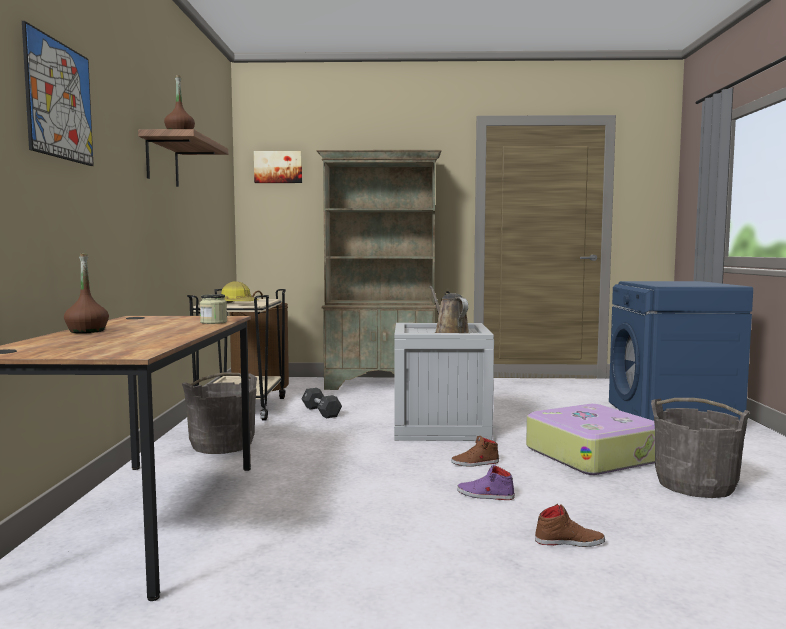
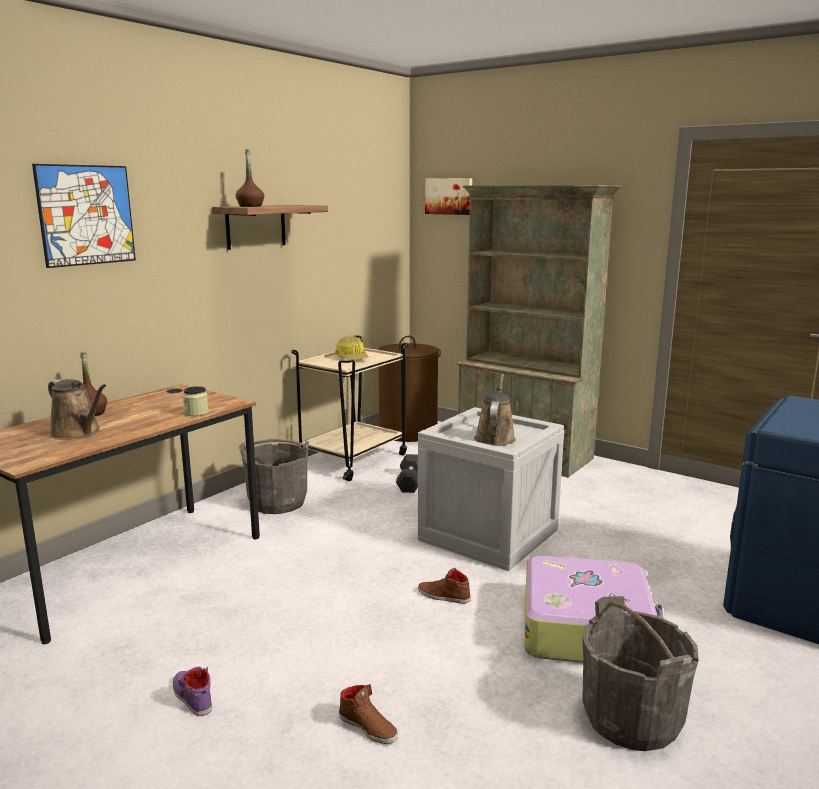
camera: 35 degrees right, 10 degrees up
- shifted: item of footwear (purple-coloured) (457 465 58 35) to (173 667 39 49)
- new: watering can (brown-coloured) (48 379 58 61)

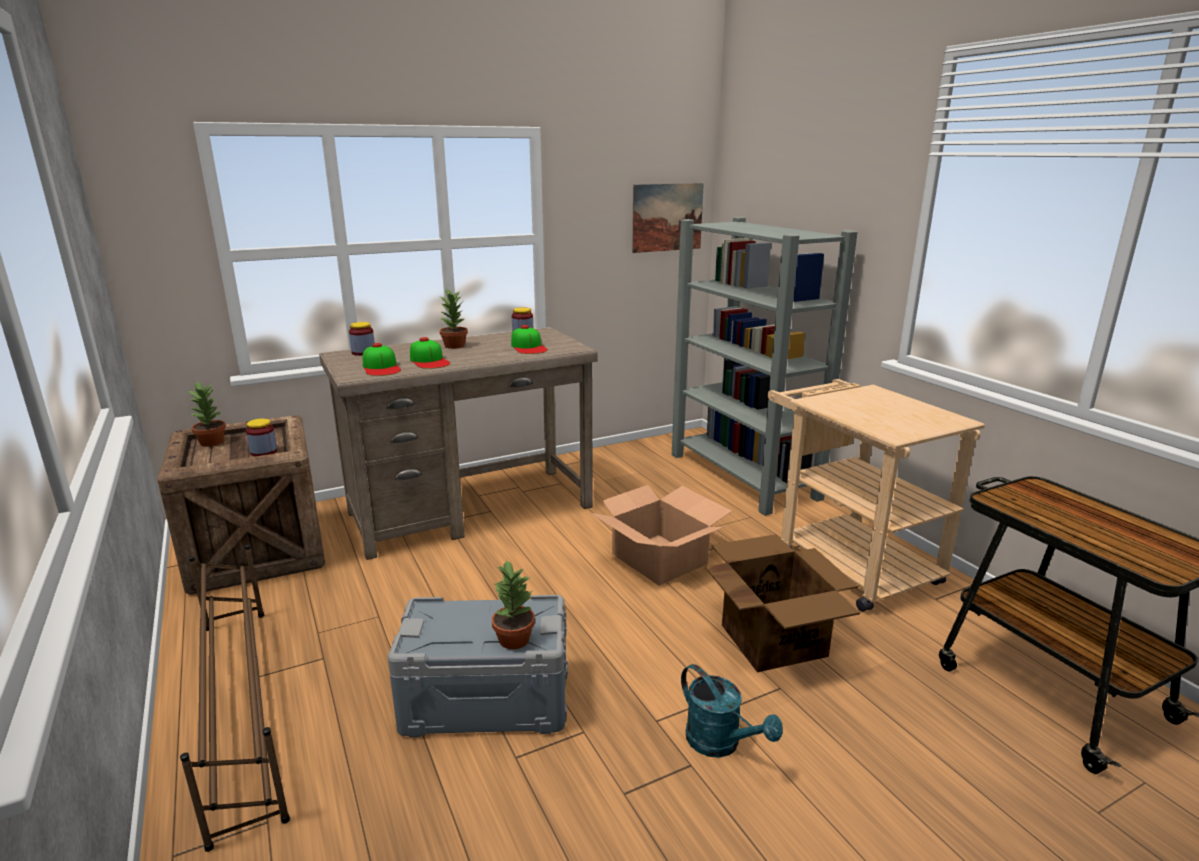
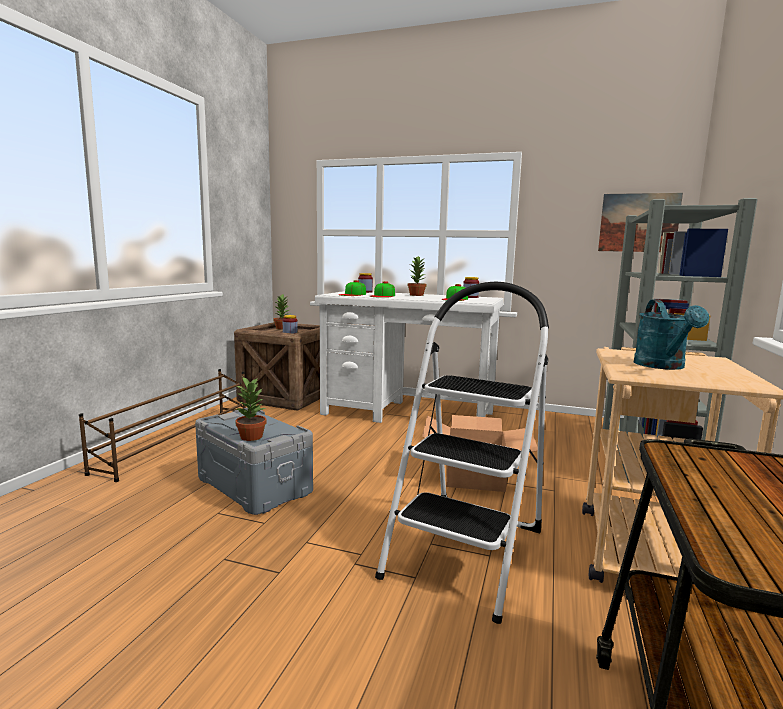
camera: 45 degrees right, 10 degrees down
- repainted: desk (brown-coloured) (319 327 279 233) to desk (white-coloured) (315 291 189 132)
- shifted: watering can (blue-green) (681 664 102 94) to (633 299 77 71)
- swapped: carton (705 534 155 138) to step stool (375 282 174 342)

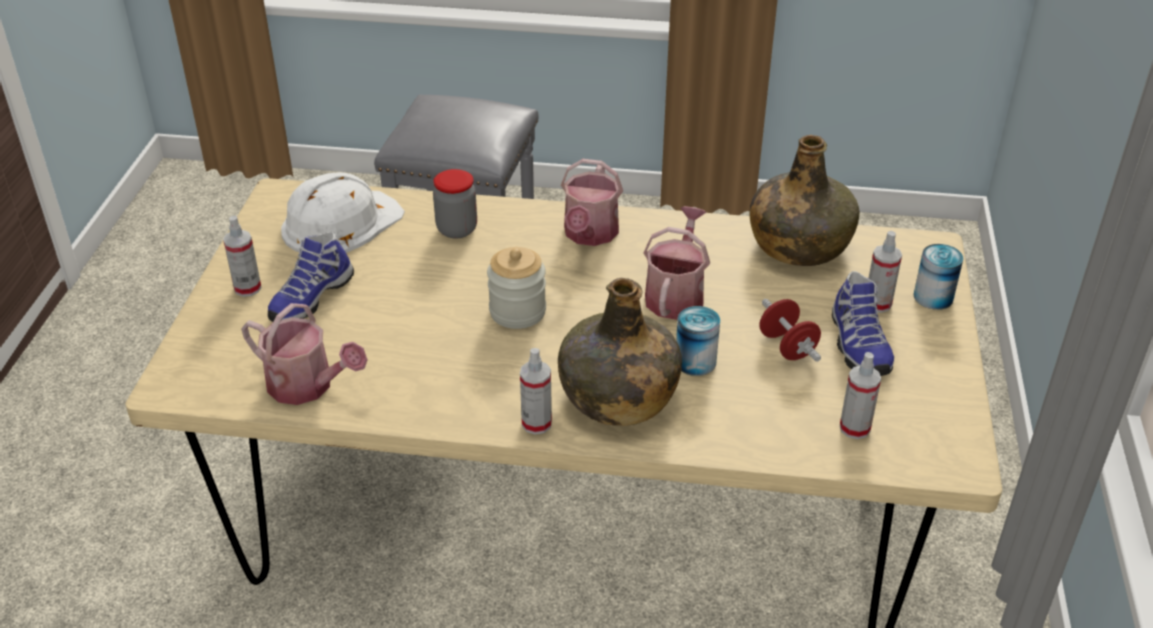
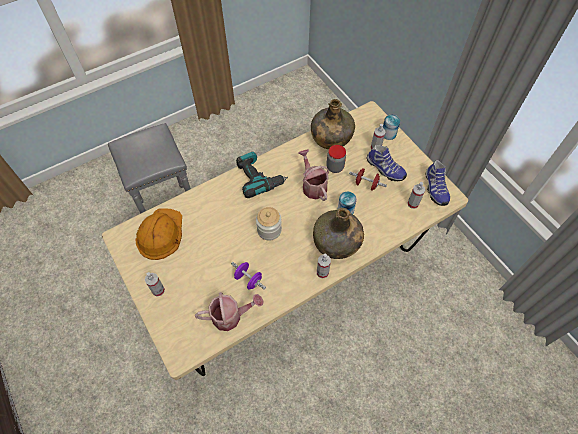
camera: 40 degrees left, 20 degrees up
- shifted: item of footwear (268 232 86 90) to (426 160 24 46)
- repainted: hard hat (white-coloured) (281 172 124 81) to hard hat (orangey) (135 208 47 52)
- shifted: jar (433 169 44 70) to (326 145 20 28)
- swapped: watering can (561 159 62 87) to electric drill (236 152 52 46)
- new: hand weight (purple-coloured) (231 262 35 28)

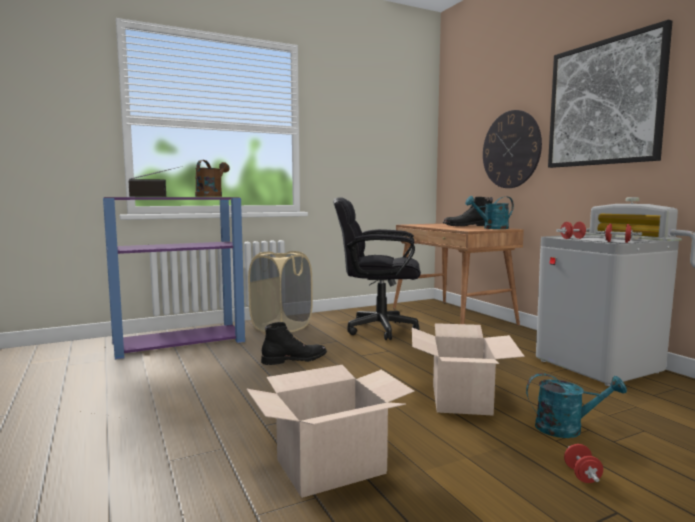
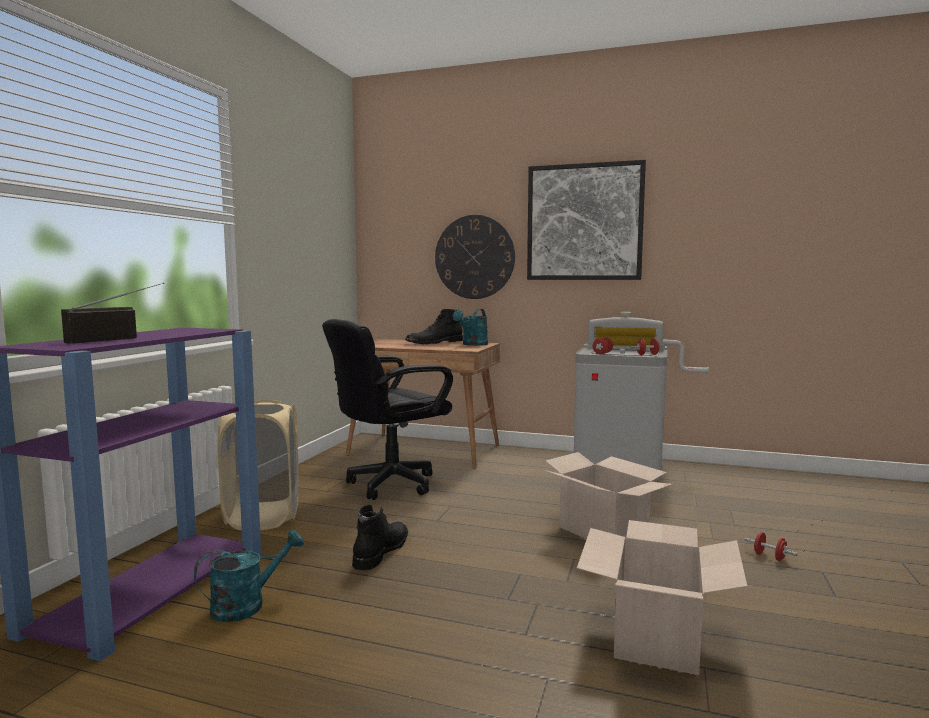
camera: 45 degrees left, 0 degrees up
- gone: watering can (brown-coloured) (195 160 35 37)
- shifted: watering can (blue-green) (526 373 101 65) to (194 530 110 92)

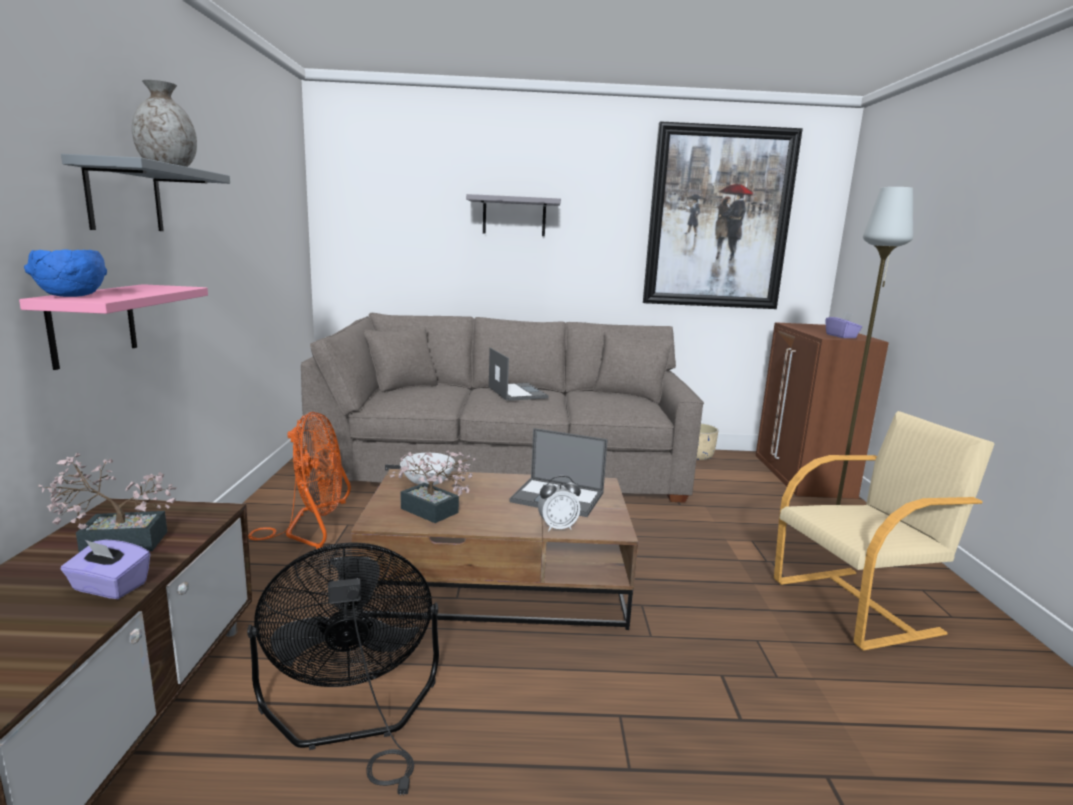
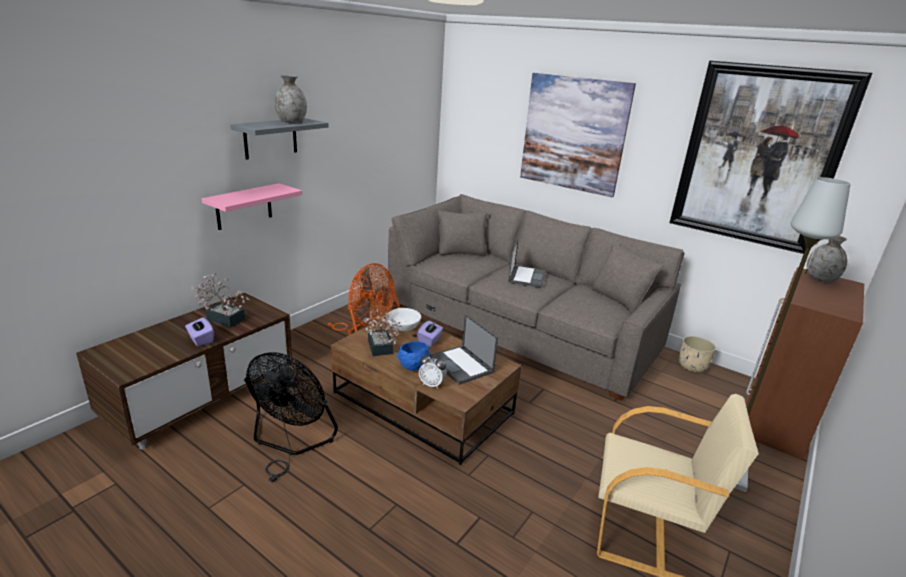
camera: 35 degrees right, 10 degrees up
- shifted: serving bowl (blue) (24 250 83 47) to (397 341 33 30)
- swapped: shelf (grey) (466 194 95 42) to wall picture (520 73 116 124)
- shifted: tissue box (purple-coloured) (825 312 37 26) to (417 321 26 26)
- new: flower vase (grey) (807 236 40 46)

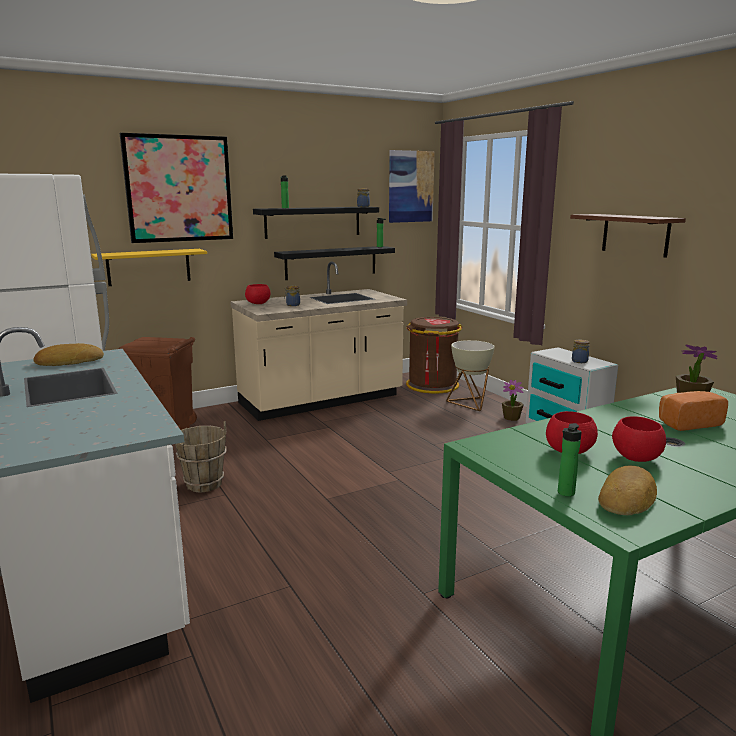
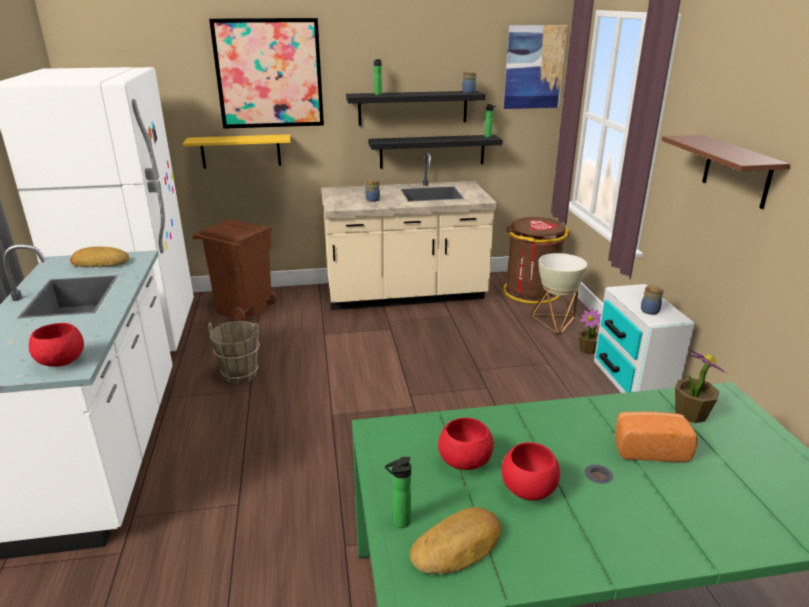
camera: 20 degrees right, 10 degrees up
- shifted: serving bowl (red) (245 284 26 20) to (29 323 55 44)

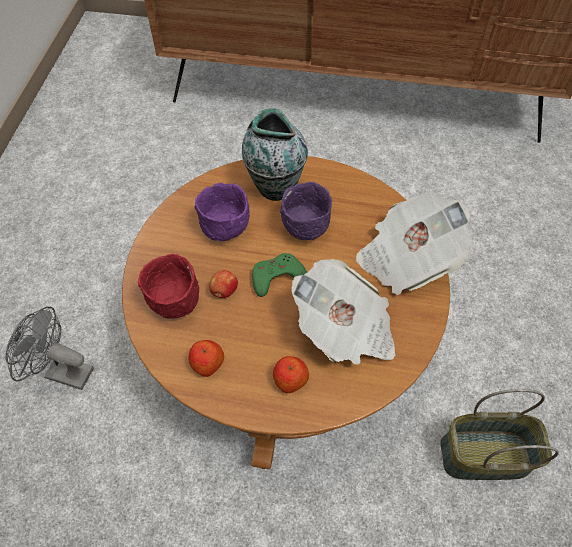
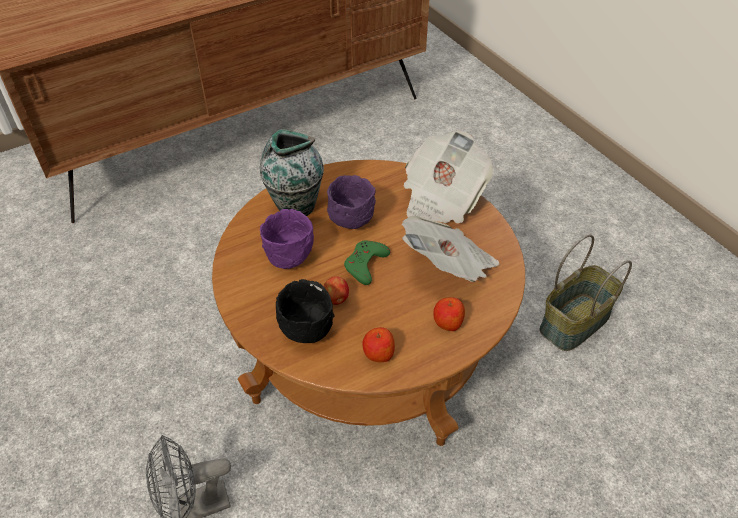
camera: 40 degrees left, 10 degrees down
- repainted: serving bowl (red) (138 254 61 65) to serving bowl (blackish) (276 279 59 64)

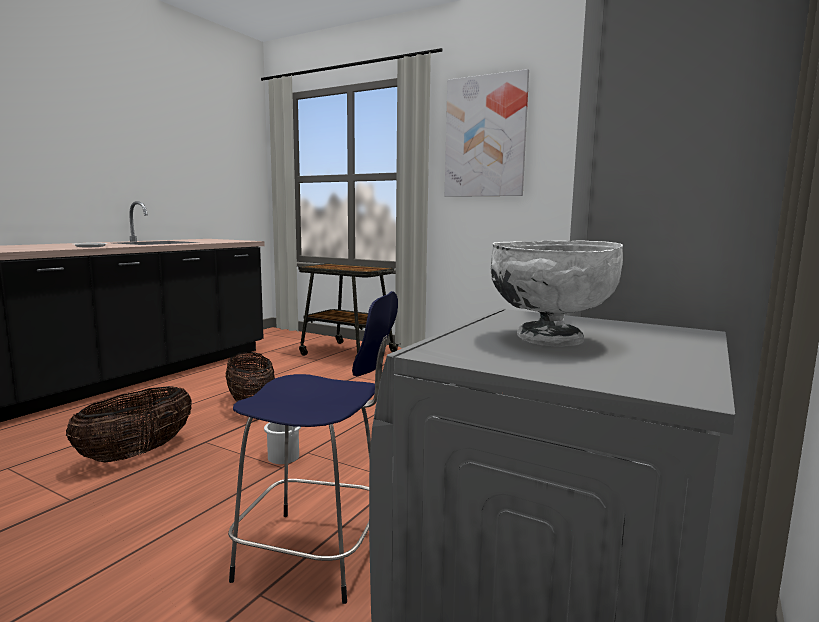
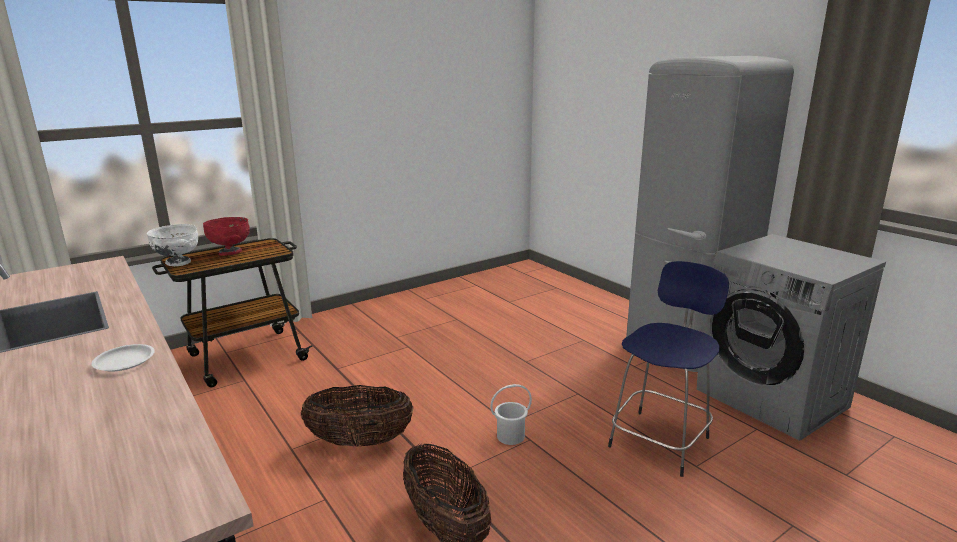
camera: 65 degrees left, 10 degrees up
- gone: wall picture (445 69 84 128)
- shifted: serving bowl (white-coloured) (490 240 133 107) to (147 224 51 42)
- new: serving bowl (red) (203 217 47 39)

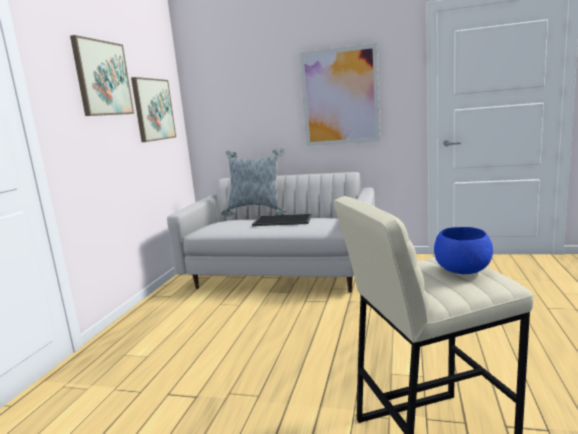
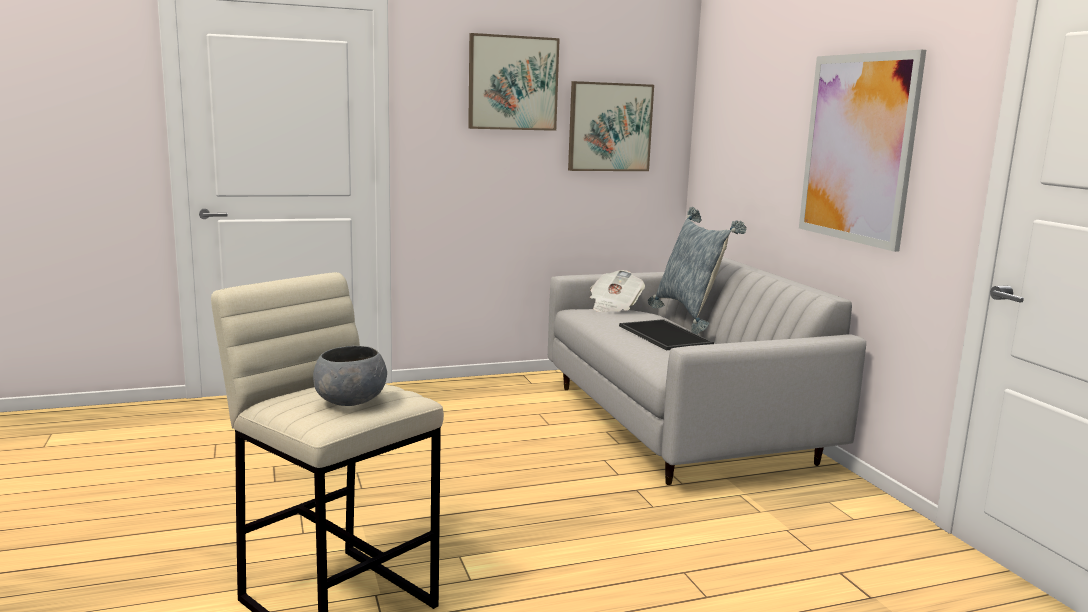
camera: 55 degrees right, 0 degrees up
- repainted: serving bowl (blue) (434 227 59 47) to serving bowl (grey) (313 346 74 60)
- new: daily paper (590 270 55 42)

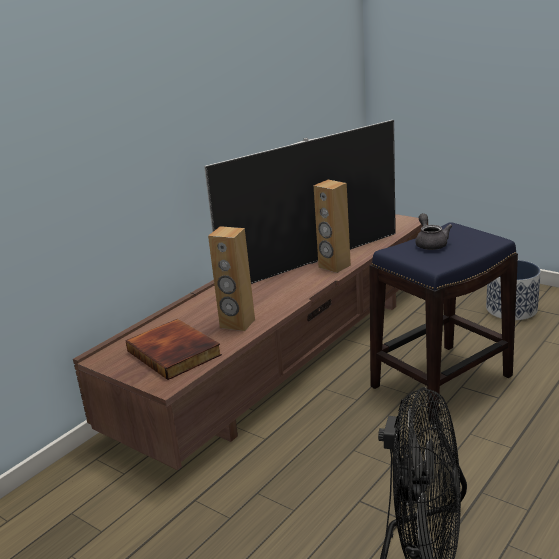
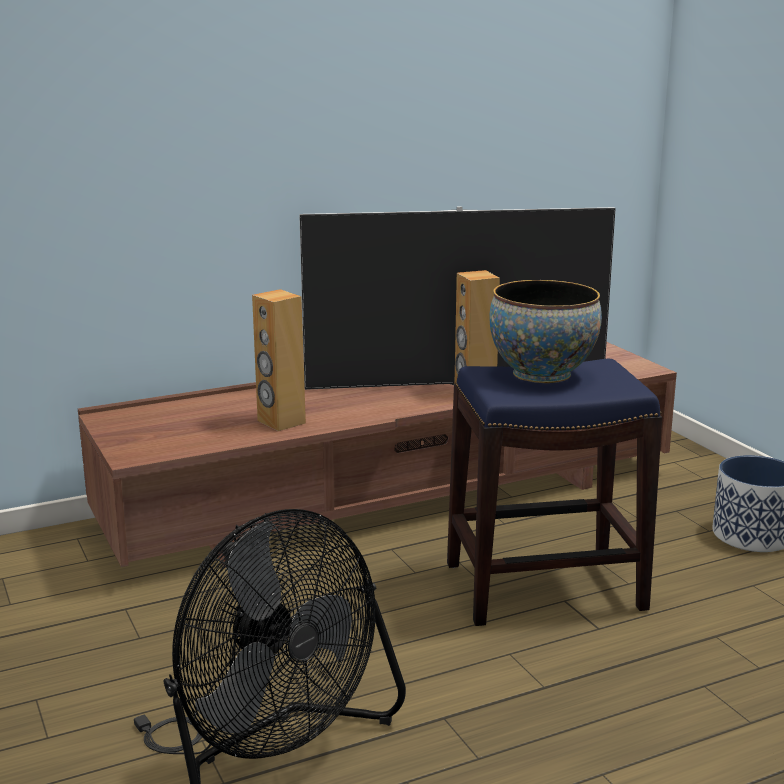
camera: 25 degrees right, 5 degrees down
- gone: bound book (126 319 96 61)
- swapped: tea pot (grey) (415 213 37 37) to serving bowl (489 280 113 103)

